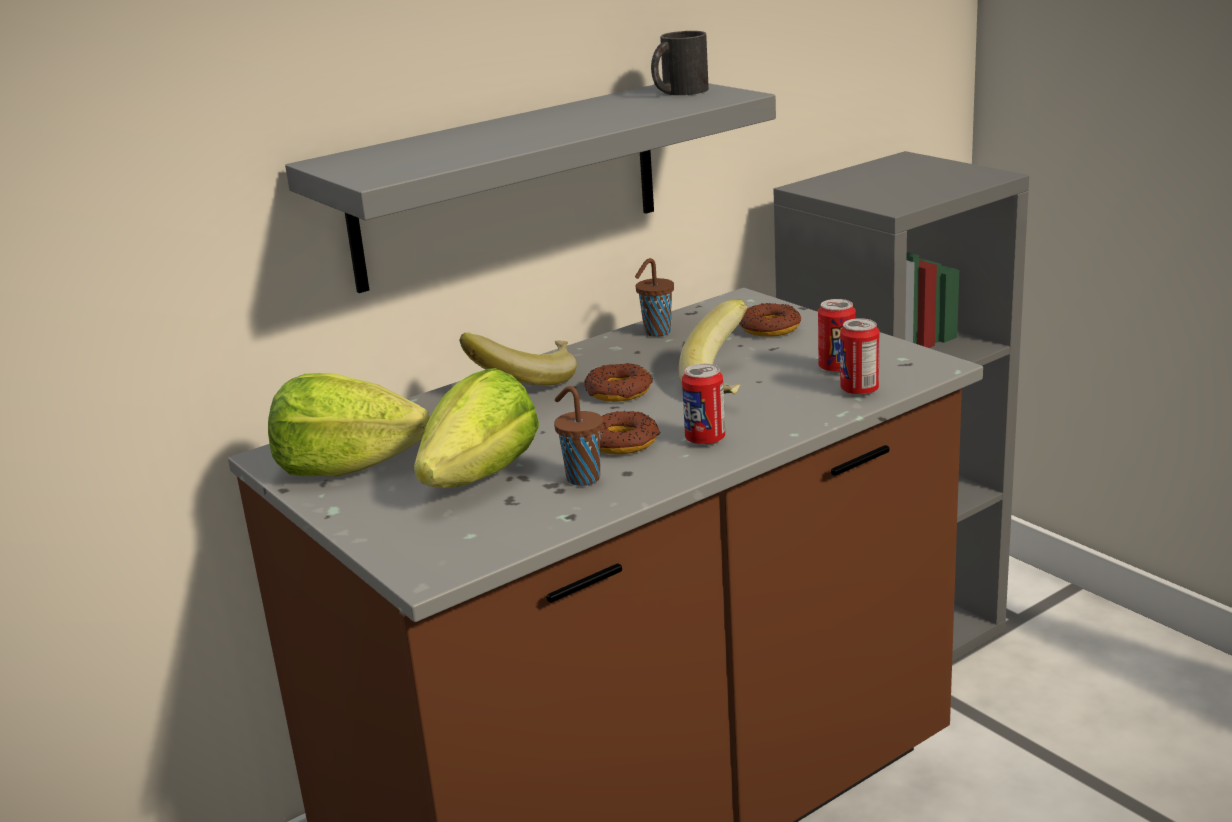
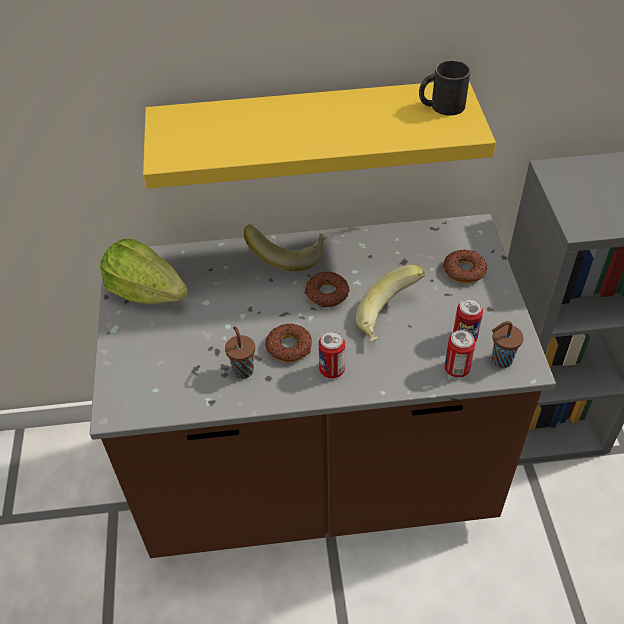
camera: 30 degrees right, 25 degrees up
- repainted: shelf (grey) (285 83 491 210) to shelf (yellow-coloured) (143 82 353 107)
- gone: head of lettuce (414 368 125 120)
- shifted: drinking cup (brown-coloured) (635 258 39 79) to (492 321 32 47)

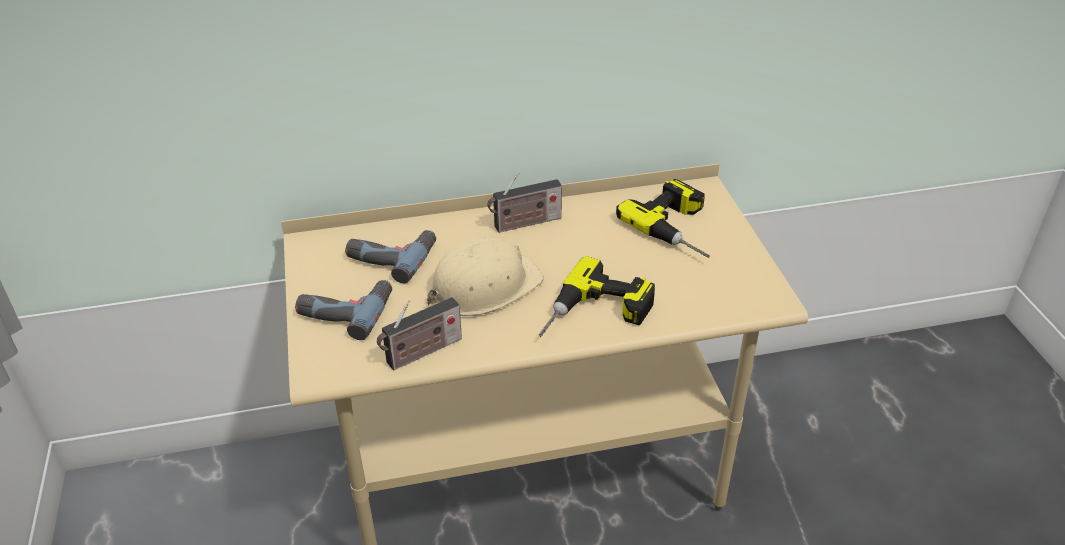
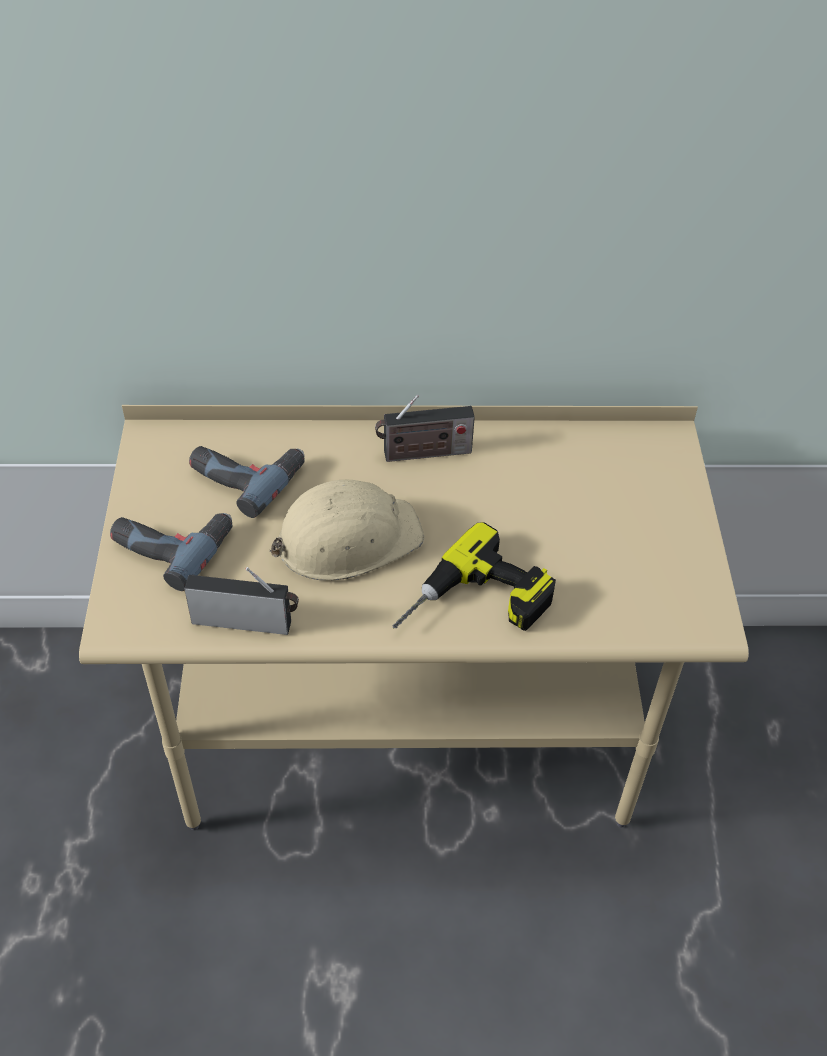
camera: 10 degrees right, 10 degrees up
- rotated: radio (377 297 85 73) = (184 567 115 68) 150 degrees counterclockwise
- gone: electric drill (616 179 94 79)

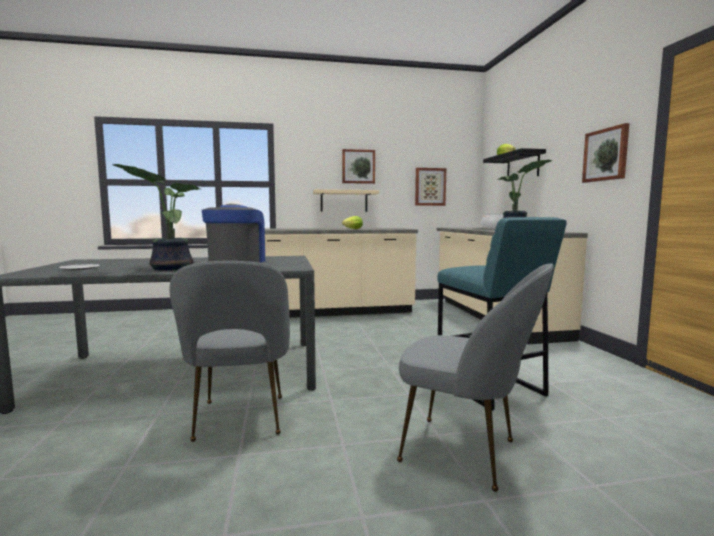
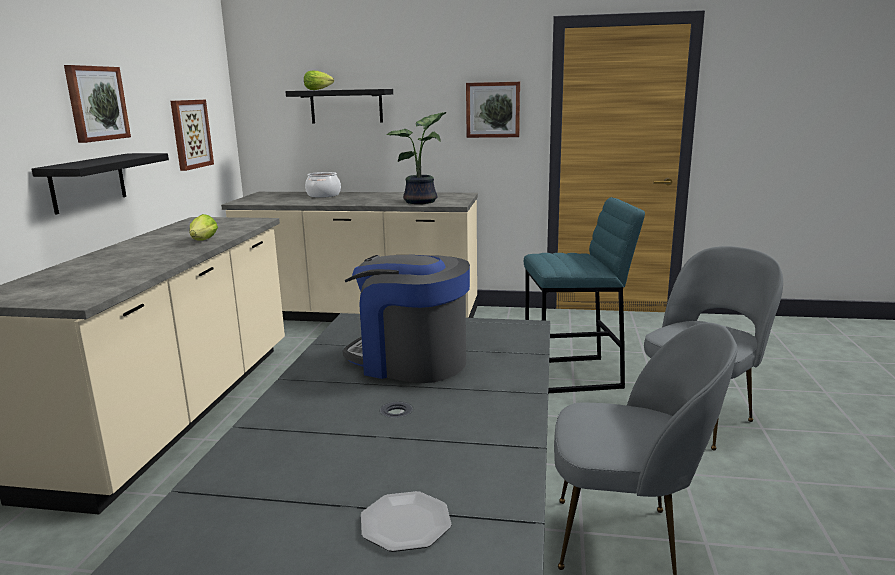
camera: 70 degrees left, 10 degrees up
- gone: plant in a pot (113 164 87 107)
- repainted: shelf (beige-coloured) (313 189 66 23) to shelf (blackish) (31 153 138 62)

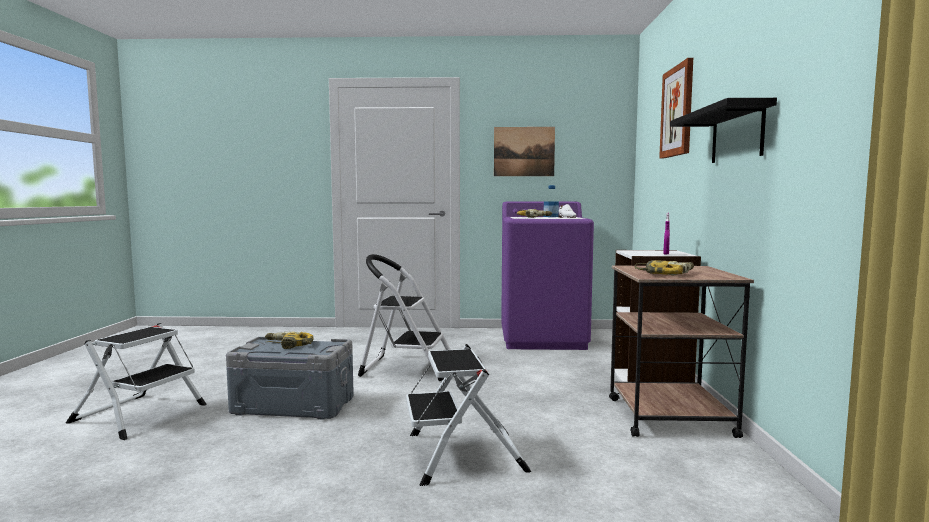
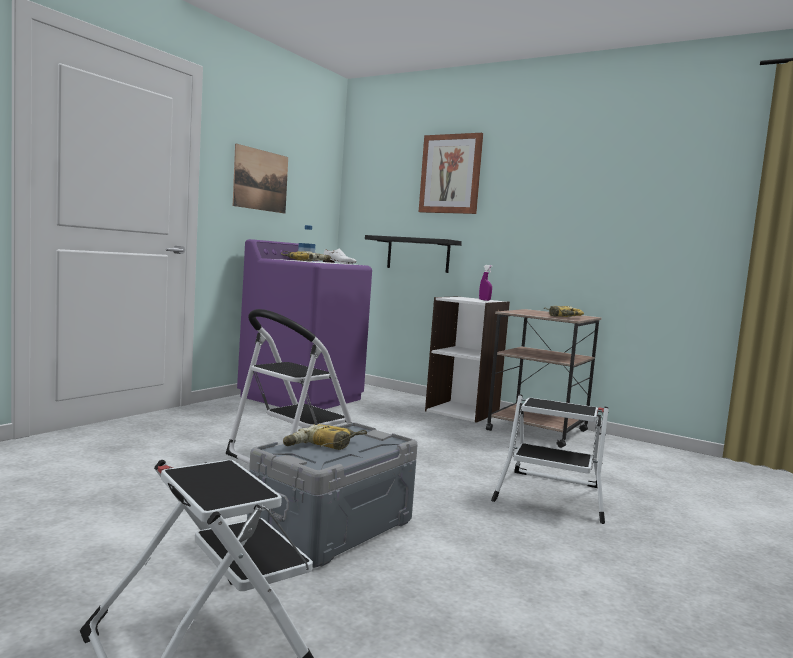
camera: 60 degrees left, 0 degrees up
- shifted: shelf (blackish) (670 98 107 65) to (365 235 97 38)

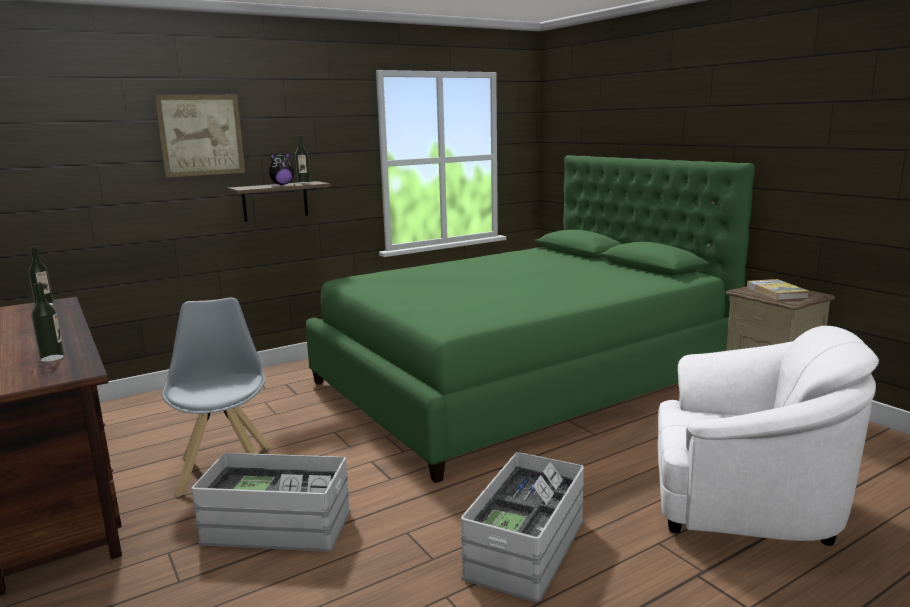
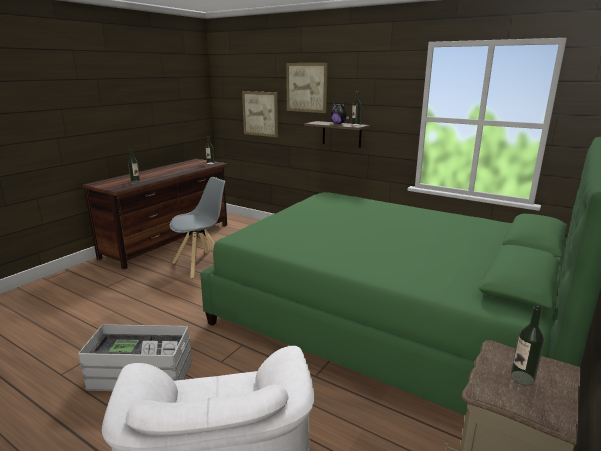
camera: 65 degrees right, 5 degrees up
- gone: storage container (grey) (192 453 159 99)
- swapped: bound book (747 279 62 21) to bottle (511 306 33 80)
- new: wall picture (242 91 36 46)

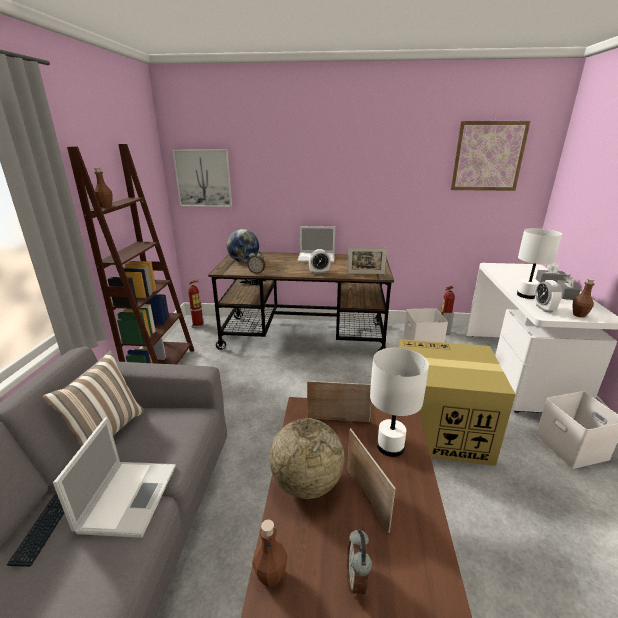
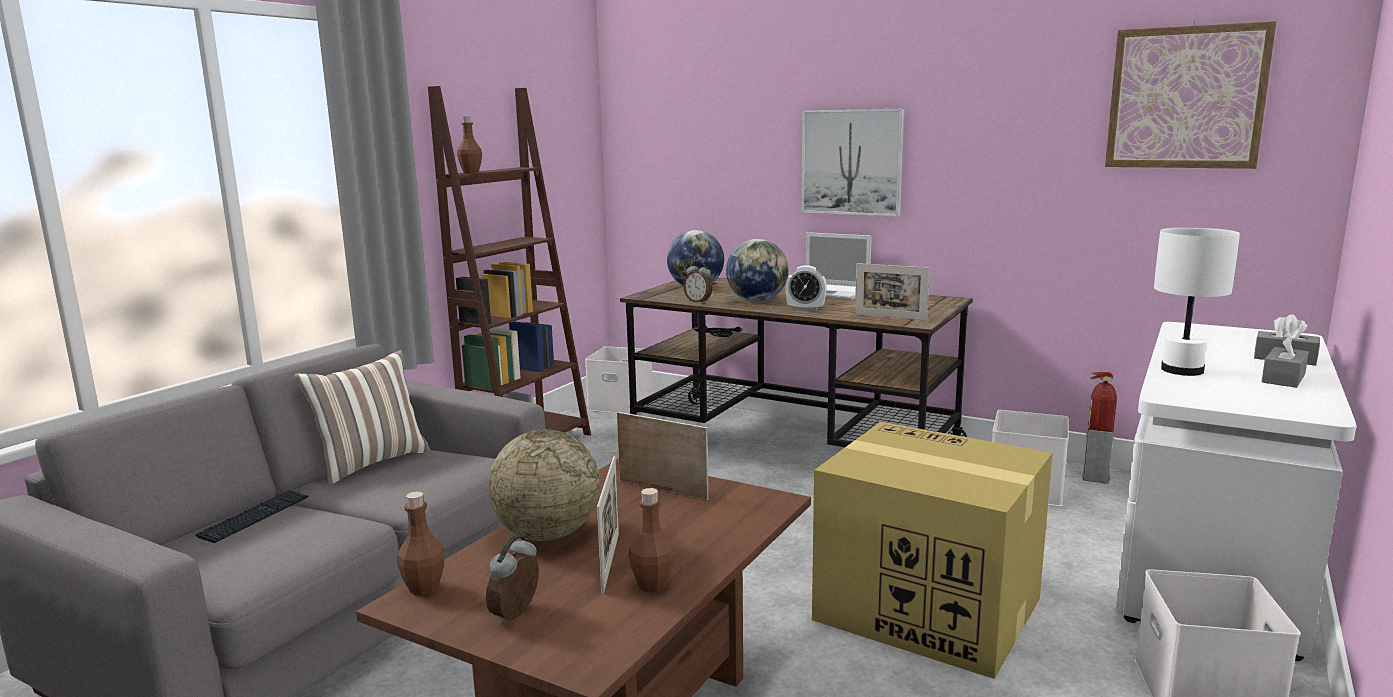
camera: 25 degrees right, 10 degrees down
- gone: laptop (53 417 123 121)
- shifted: wall picture (172 150 60 57) to (801 109 103 108)
- swapped: extinguisher (188 279 16 49) to storage container (white-coloured) (585 346 68 68)
- gone: table lamp (white-coloured) (370 347 59 110)
- gone: table clock (534 280 28 32)
- shifted: bottle (brown-coloured) (572 278 23 39) to (628 488 47 104)
- new: globe (726 239 62 63)

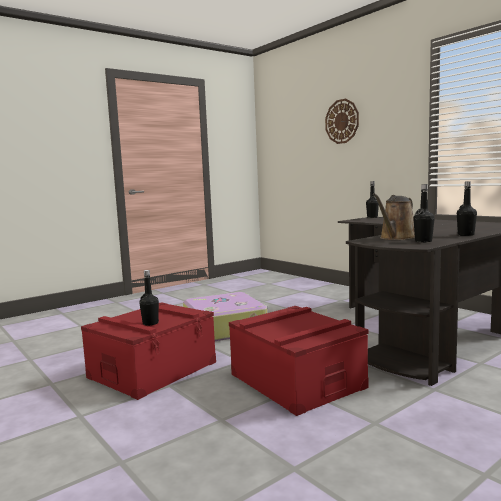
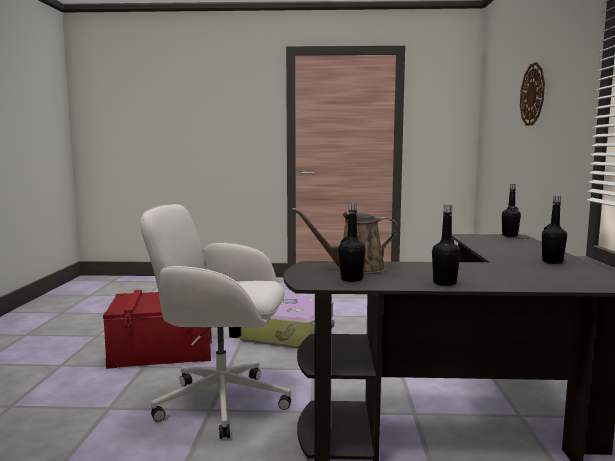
camera: 40 degrees right, 0 degrees up
- shifted: bottle (blackish) (139 270 20 56) to (542 195 25 69)
- swapped: storage container (red) (229 306 140 110) to computer chair (white-coloured) (140 204 151 235)

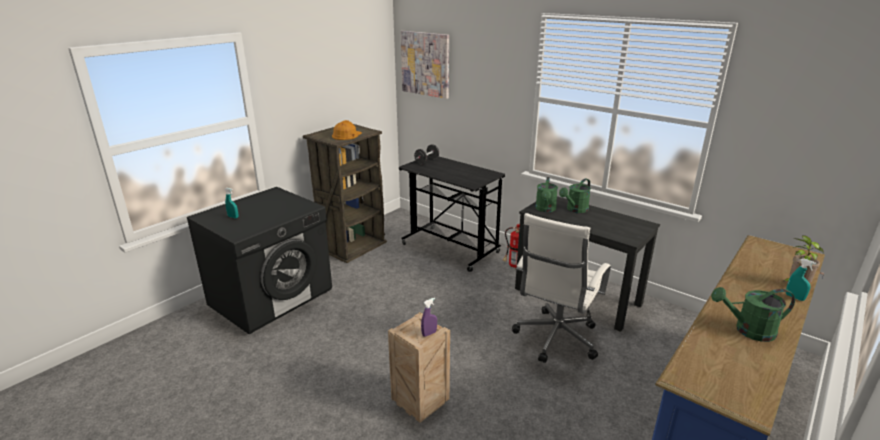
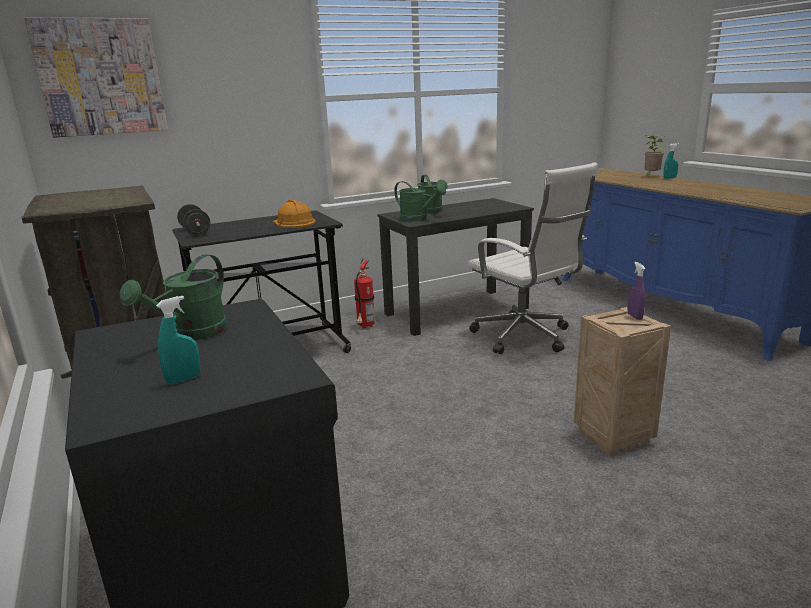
camera: 65 degrees left, 5 degrees down
- shifted: hard hat (orangey) (332 120 30 20) to (273 200 43 28)
- shifted: watering can (green-coloured) (711 287 84 55) to (120 254 107 86)

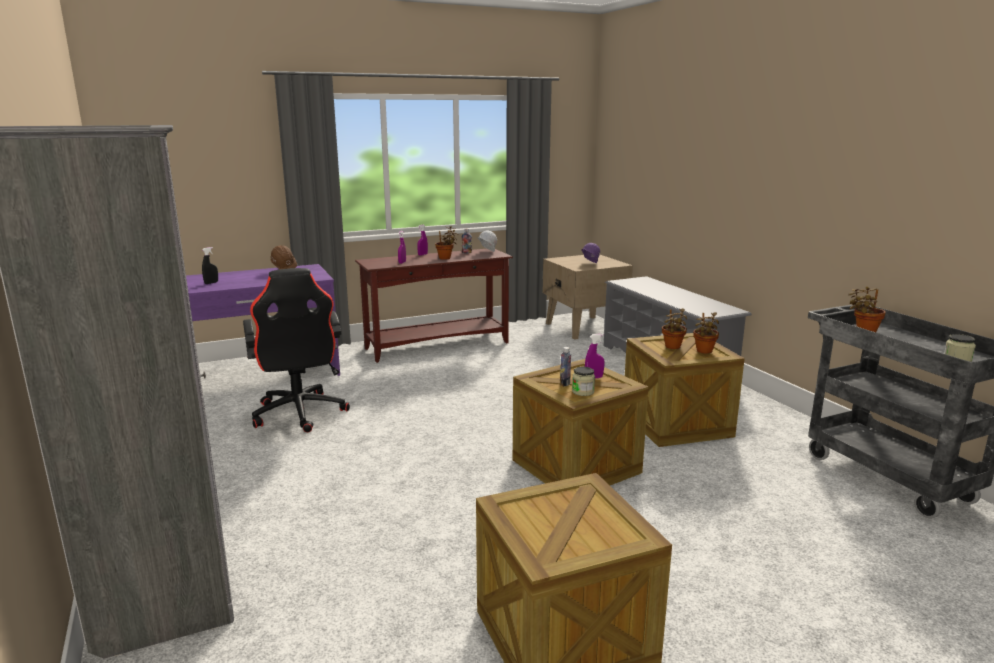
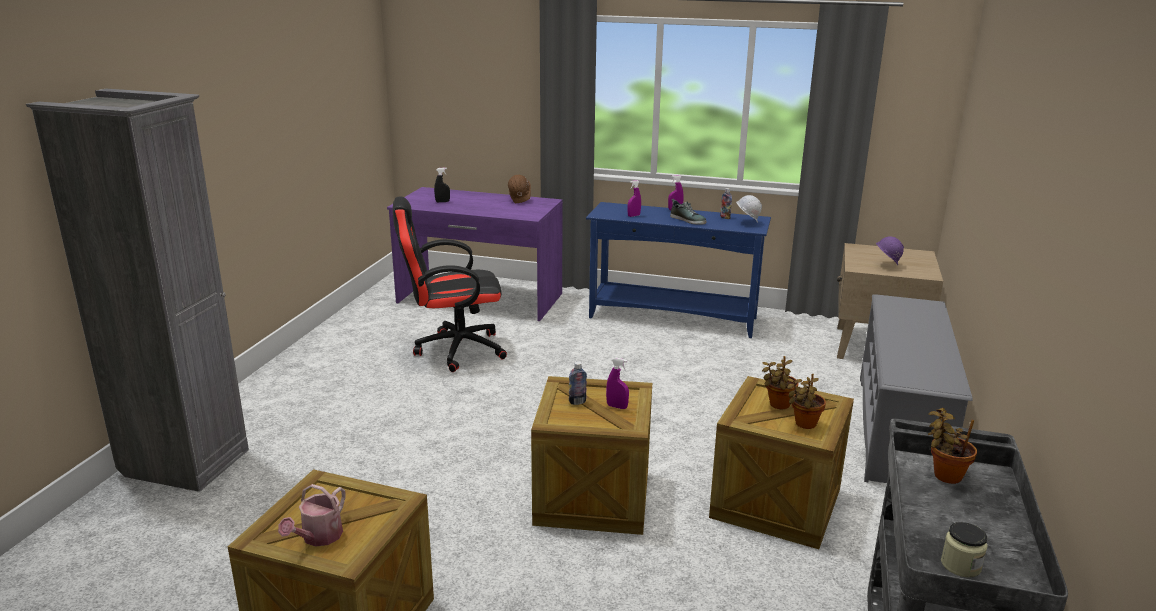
camera: 40 degrees right, 5 degrees up
- rotated: computer chair (blackish) (243 268 107 164) = (393 196 114 176) 60 degrees clockwise
- repainted: console table (brown-coloured) (355 249 158 114) to console table (blue) (586 202 185 136)
- swapped: plant in a pot (435 226 23 34) to item of footwear (670 199 36 26)
- gone: jar (572 367 23 29)
- new: watering can (278 484 68 63)

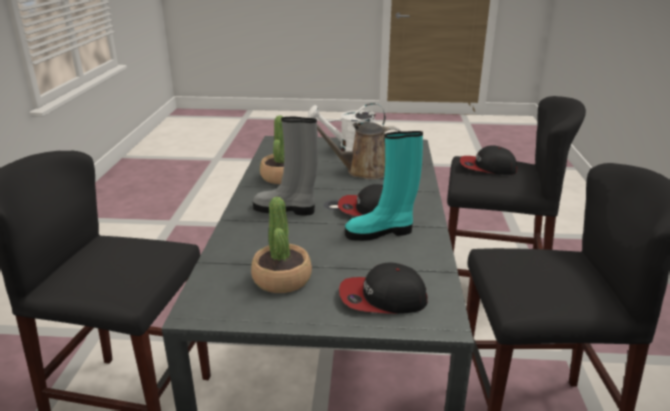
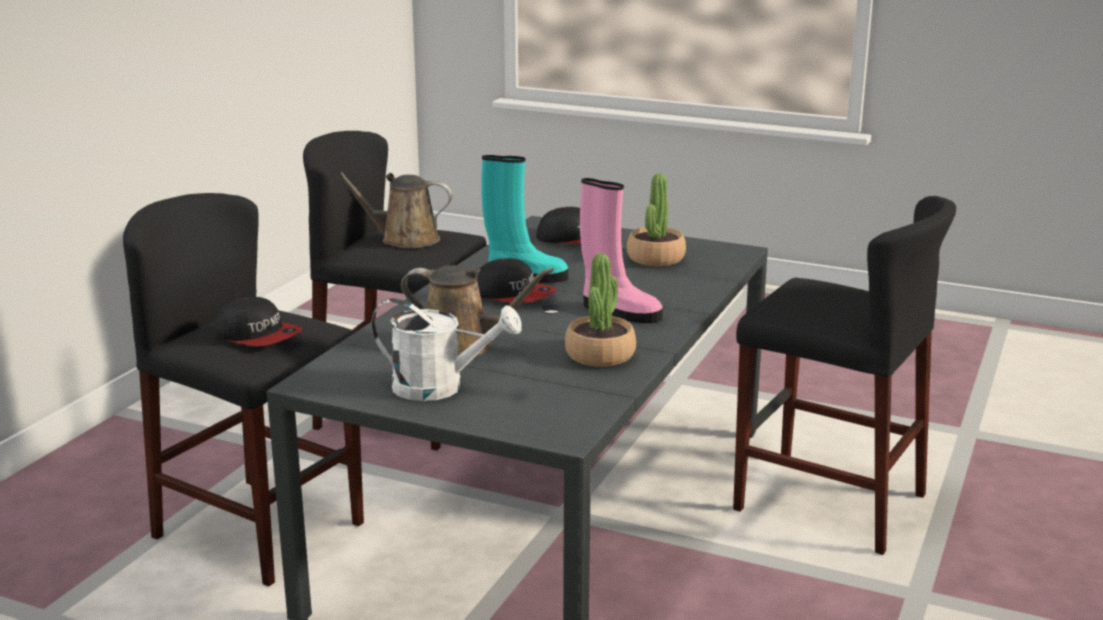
camera: 160 degrees left, 5 degrees down
- repainted: tall boot (grey) (253 117 65 99) to tall boot (pinkish) (580 178 83 145)
- new: watering can (brown-coloured) (341 172 112 76)

